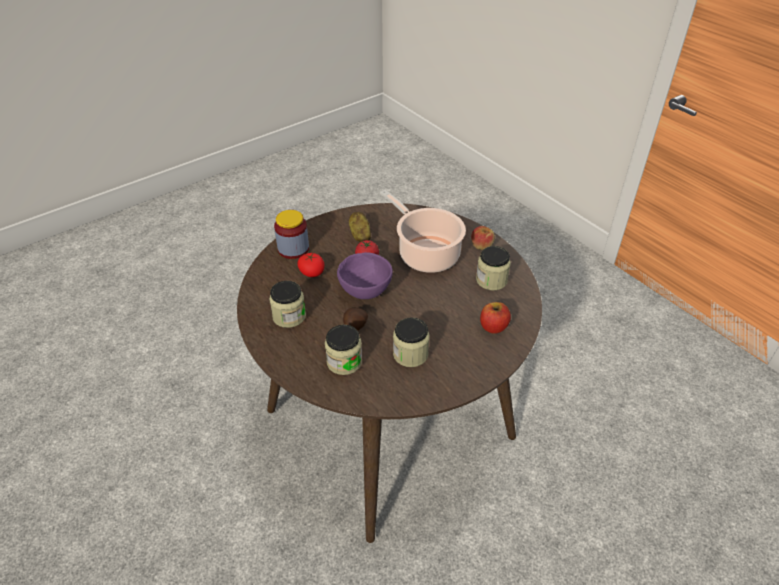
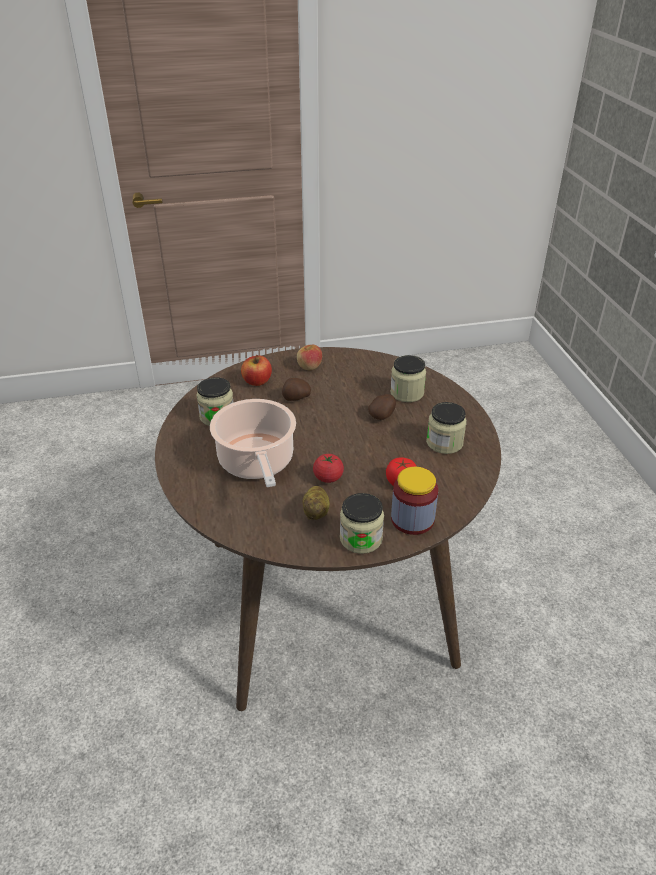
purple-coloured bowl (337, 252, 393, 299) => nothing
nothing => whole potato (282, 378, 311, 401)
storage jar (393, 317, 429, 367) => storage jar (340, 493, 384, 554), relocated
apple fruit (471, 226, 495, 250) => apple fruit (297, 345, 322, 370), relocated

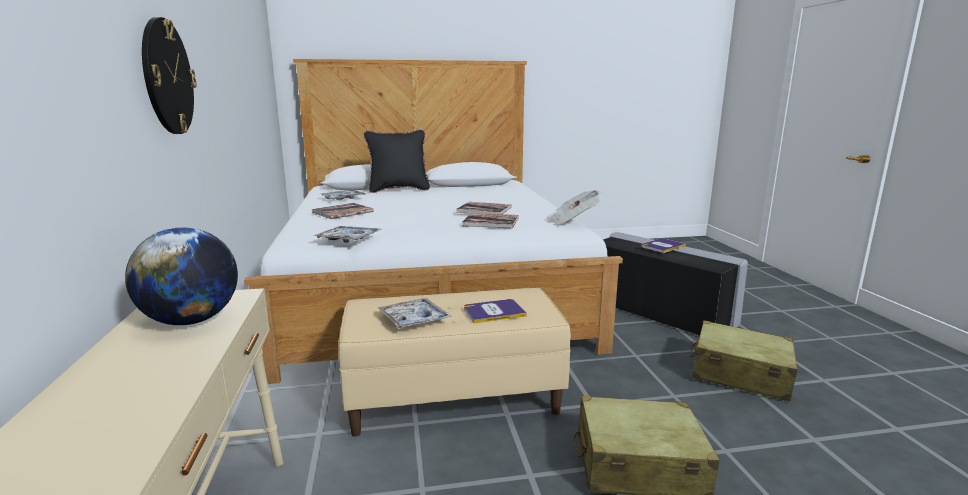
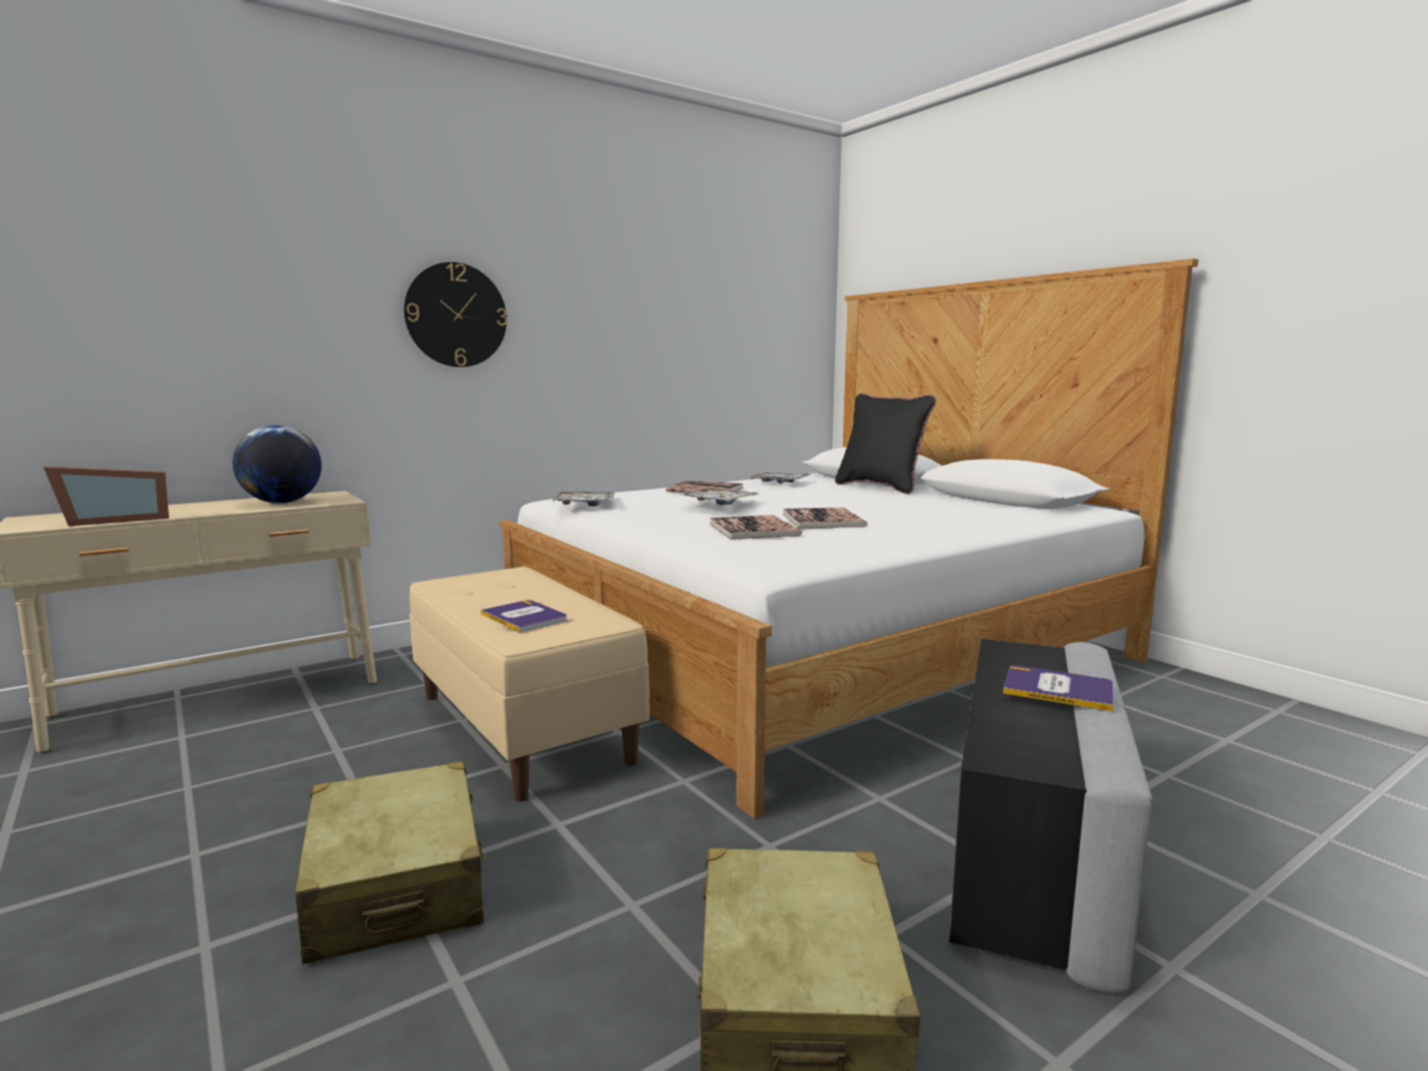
printed paper (544, 190, 601, 224) => nothing
nothing => picture frame (43, 466, 169, 526)
tray (377, 298, 452, 329) => tray (679, 488, 759, 505), relocated

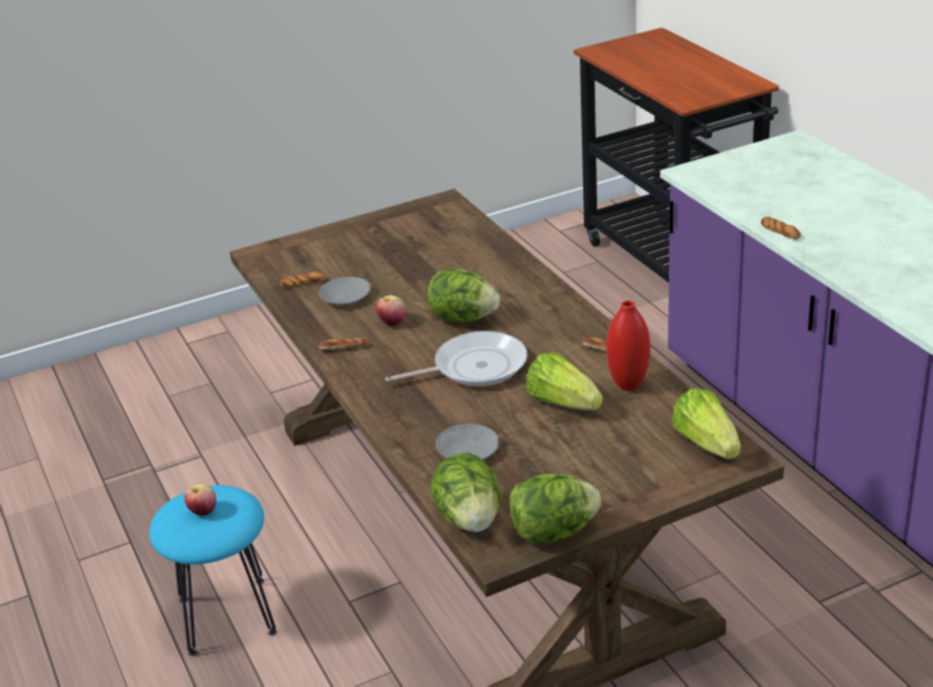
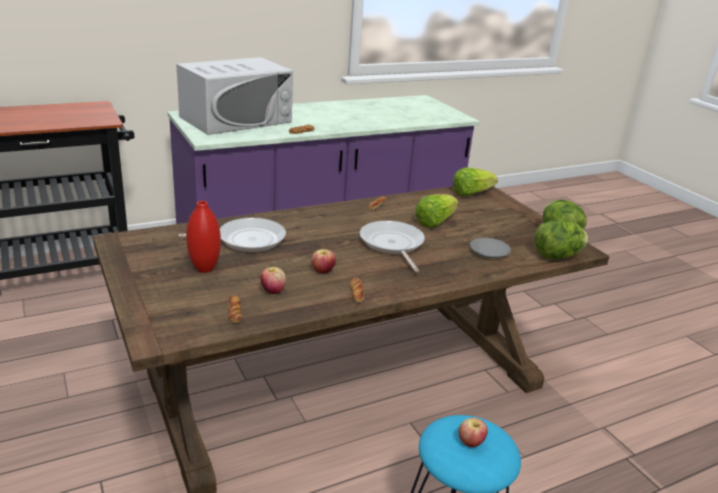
lettuce head (428, 269, 500, 322) => nothing
nothing => white microwave oven (176, 57, 293, 135)
nothing => skillet (179, 218, 286, 252)
red-coloured decorative vase (607, 300, 650, 391) => red-coloured decorative vase (186, 201, 221, 273), relocated
grey plate (319, 277, 371, 305) => apple fruit (260, 267, 286, 294)

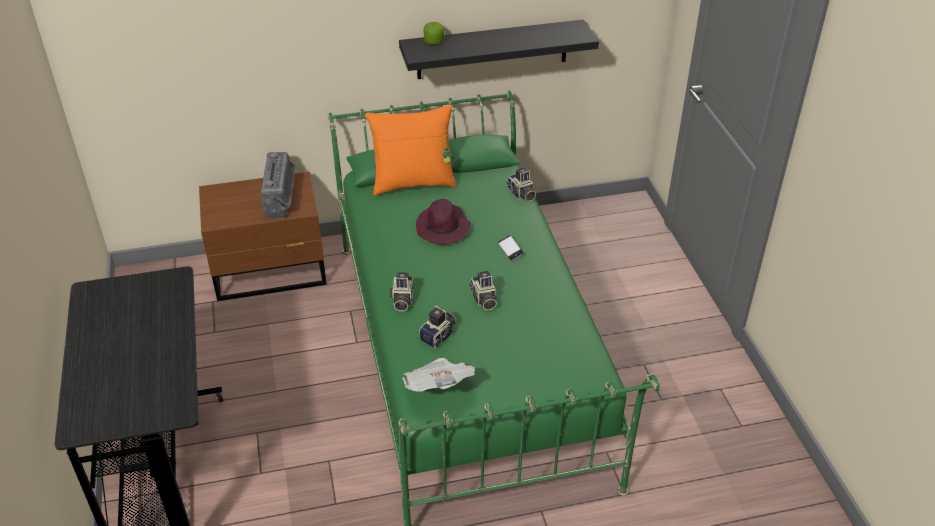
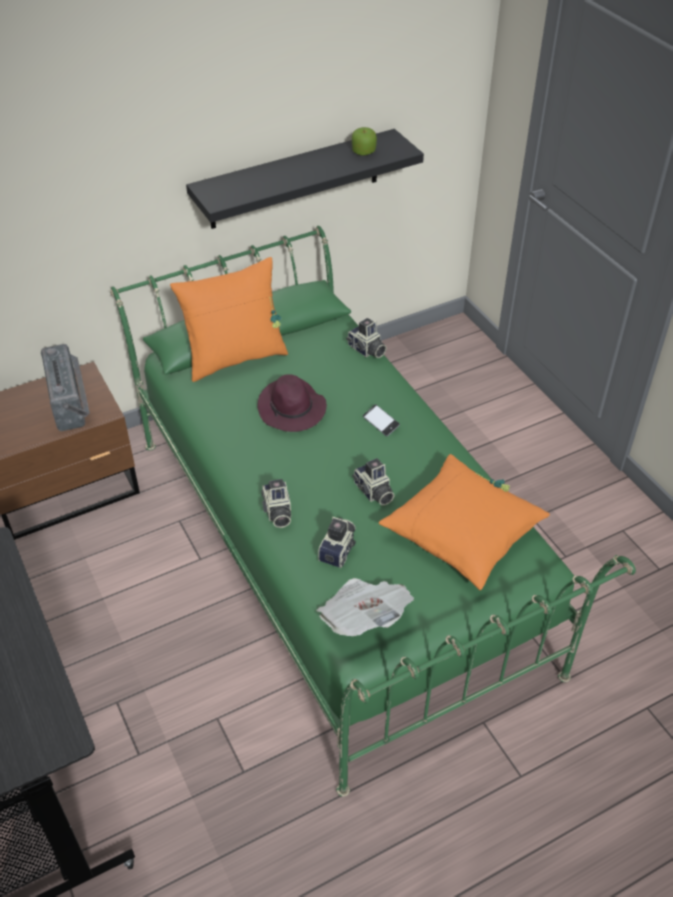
nothing => orange-coloured pillow (379, 454, 550, 590)
apple fruit (424, 22, 445, 45) => apple fruit (352, 127, 377, 156), relocated

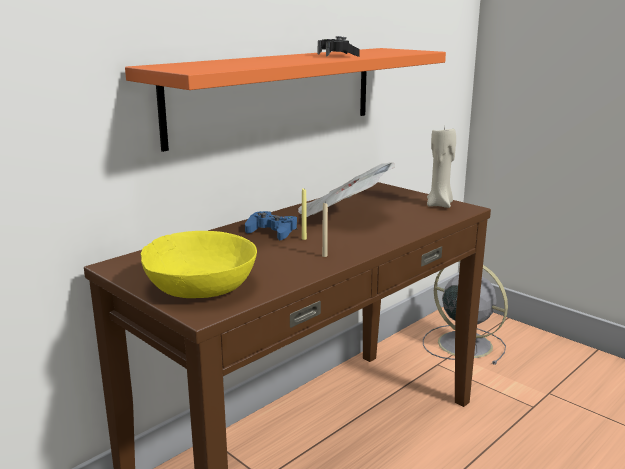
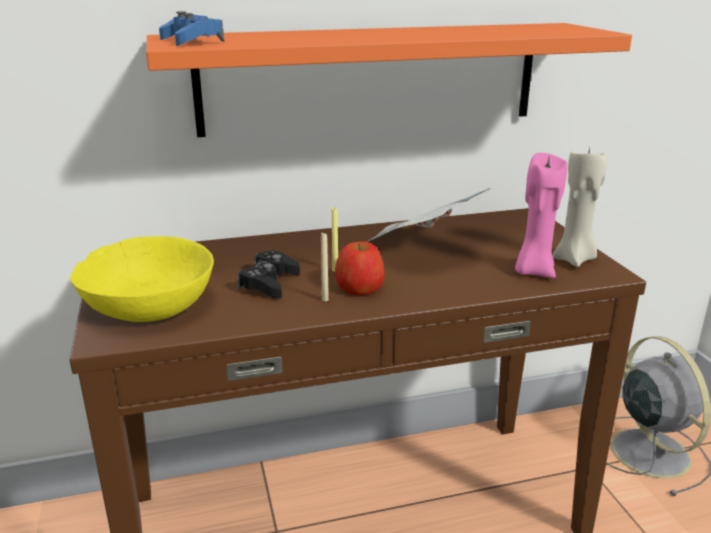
nothing => apple fruit (335, 242, 384, 295)
nothing => pink candle (515, 153, 567, 278)
blue game controller (245, 211, 297, 240) => blue game controller (159, 11, 224, 46), relocated
black-coloured game controller (317, 36, 360, 57) => black-coloured game controller (238, 251, 300, 299), relocated

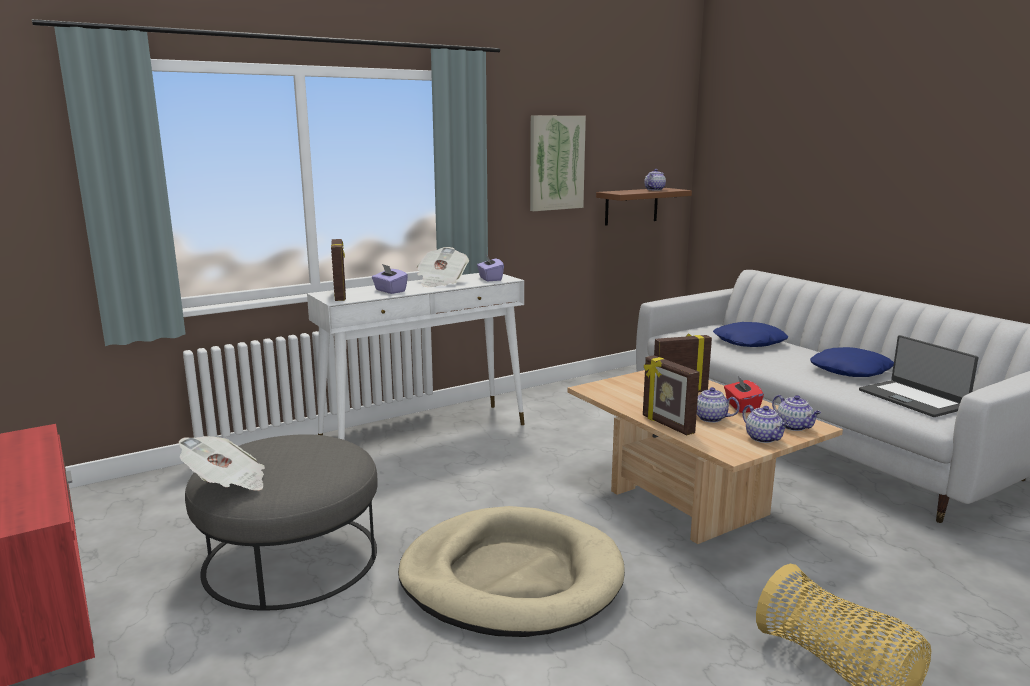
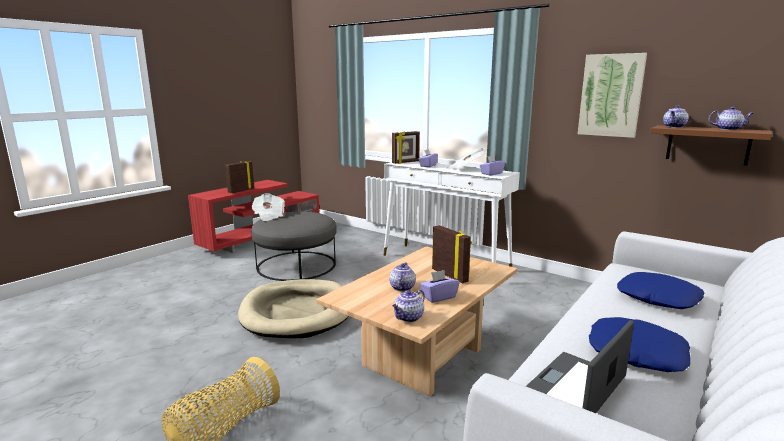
picture frame (643, 355, 700, 435) => picture frame (225, 161, 254, 193), relocated
teapot (742, 405, 789, 443) => teapot (663, 105, 689, 128), relocated
red-coloured tissue holder (724, 376, 764, 413) => purple-coloured tissue holder (420, 270, 460, 303)

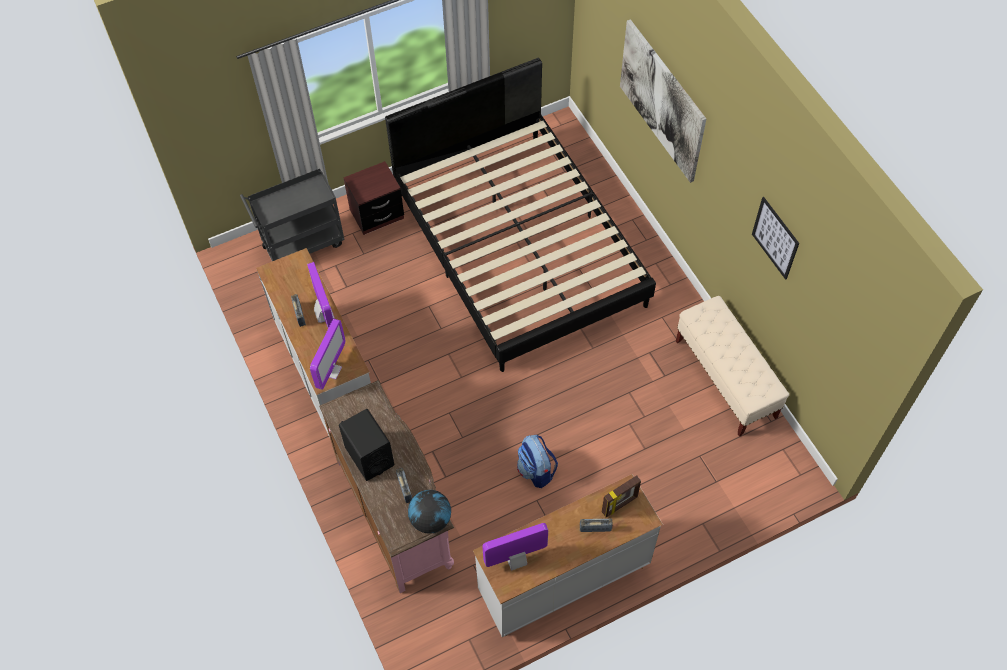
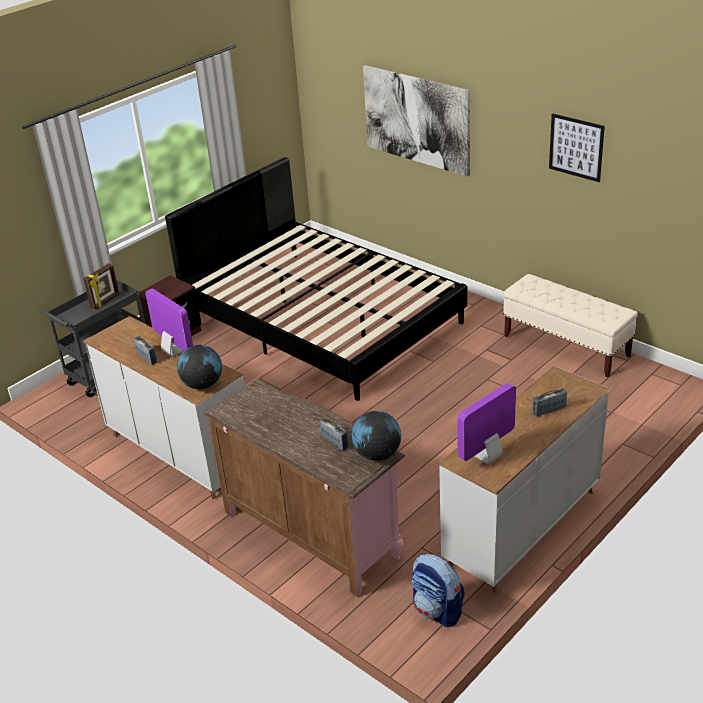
black-coloured loudspeaker (339, 409, 394, 481) => nothing
knapsack (517, 435, 558, 488) => knapsack (412, 554, 464, 627), relocated
picture frame (602, 475, 641, 517) => picture frame (83, 263, 119, 310), relocated
computer display (310, 319, 346, 390) => desk globe (177, 345, 222, 389)

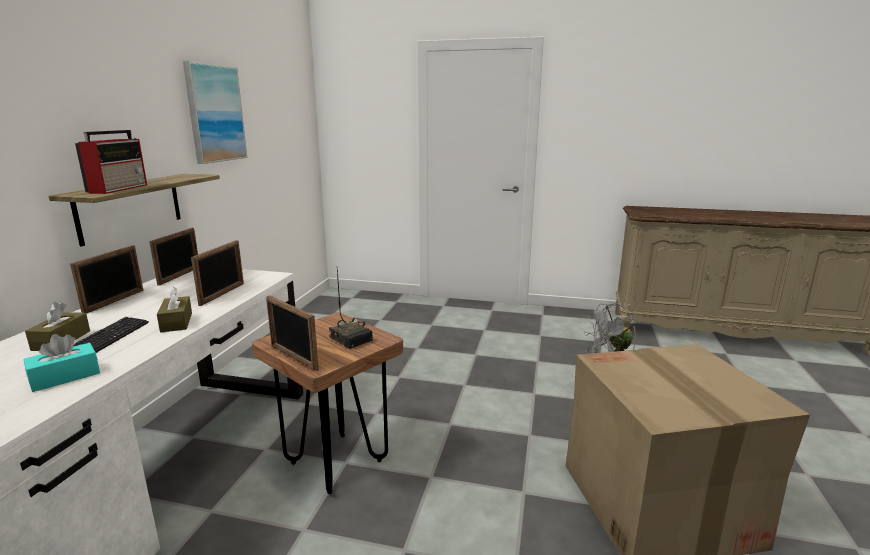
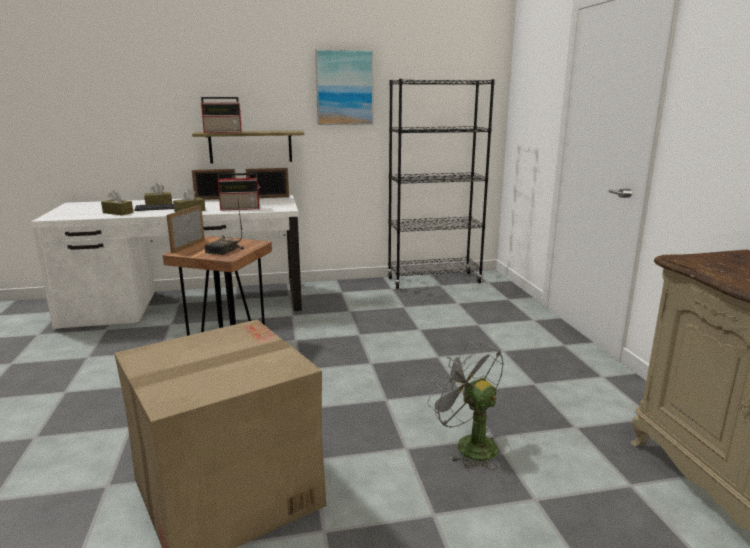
nothing => black-coloured bookshelf (387, 79, 495, 289)
picture frame (191, 240, 244, 306) => radio set (218, 173, 260, 211)
blue-green tissue holder (23, 334, 100, 392) => brown-coloured tissue holder (101, 190, 134, 215)

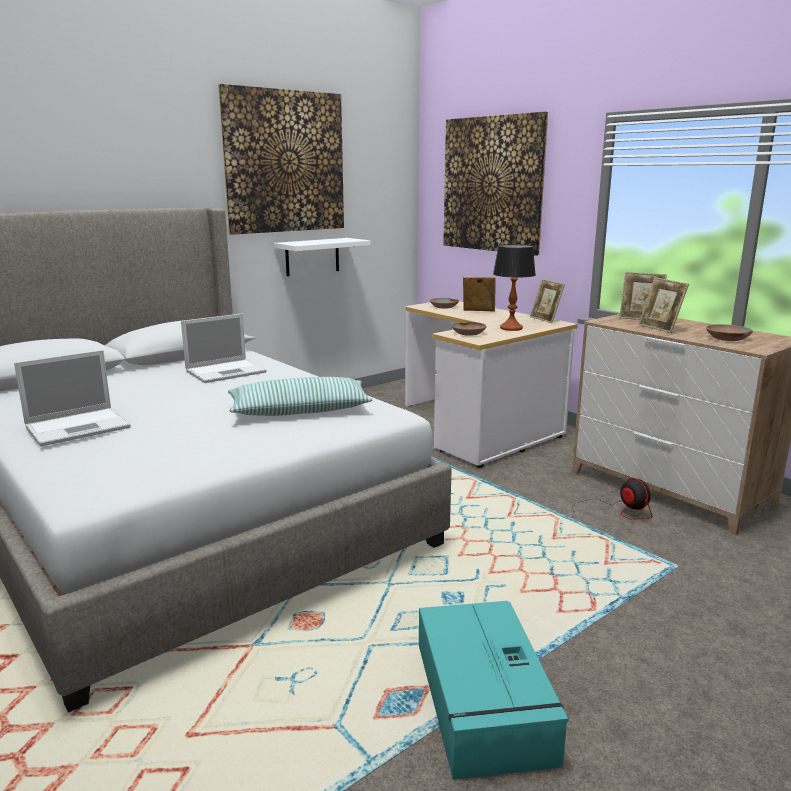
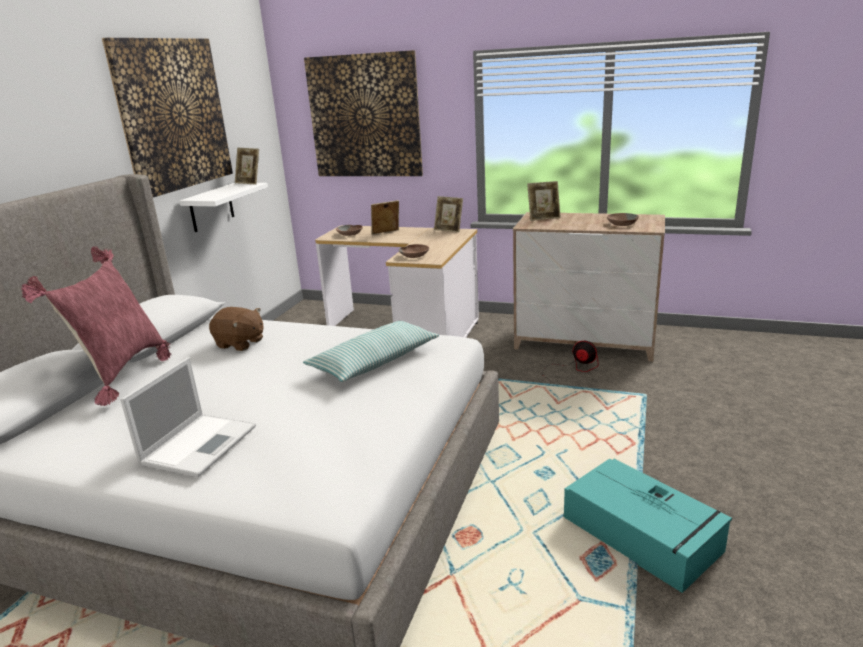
tabletop lamp (493, 244, 536, 331) => nothing
nothing => red-coloured pillow (20, 246, 172, 406)
picture frame (638, 277, 689, 333) => picture frame (235, 148, 259, 185), relocated
laptop (181, 313, 266, 383) => brown-coloured soft toy (209, 307, 264, 351)

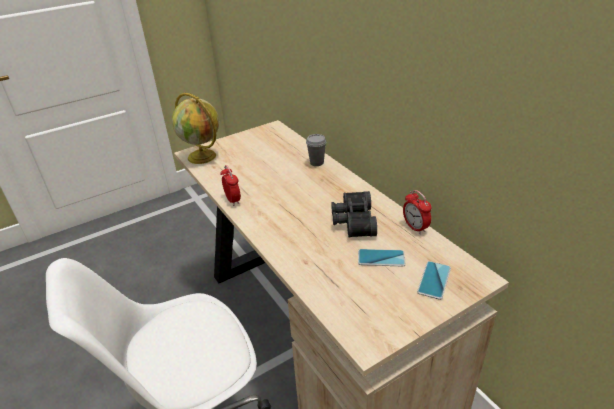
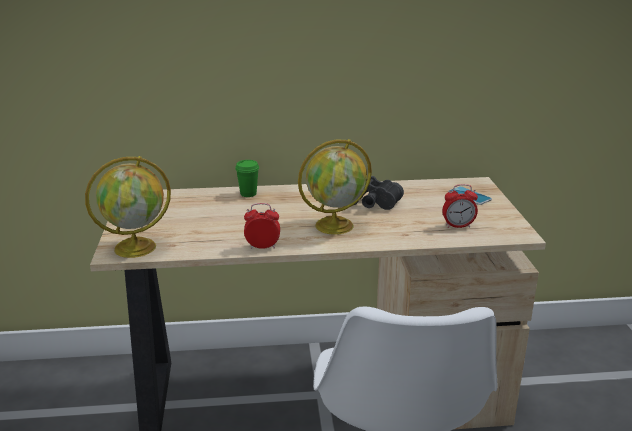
telephone (358, 249, 406, 267) => nothing
nothing => desk globe (298, 139, 372, 235)
alarm clock (403, 190, 431, 234) => alarm clock (442, 184, 478, 228), relocated
grey cup (306, 134, 326, 166) => green-coloured cup (235, 160, 259, 197)

